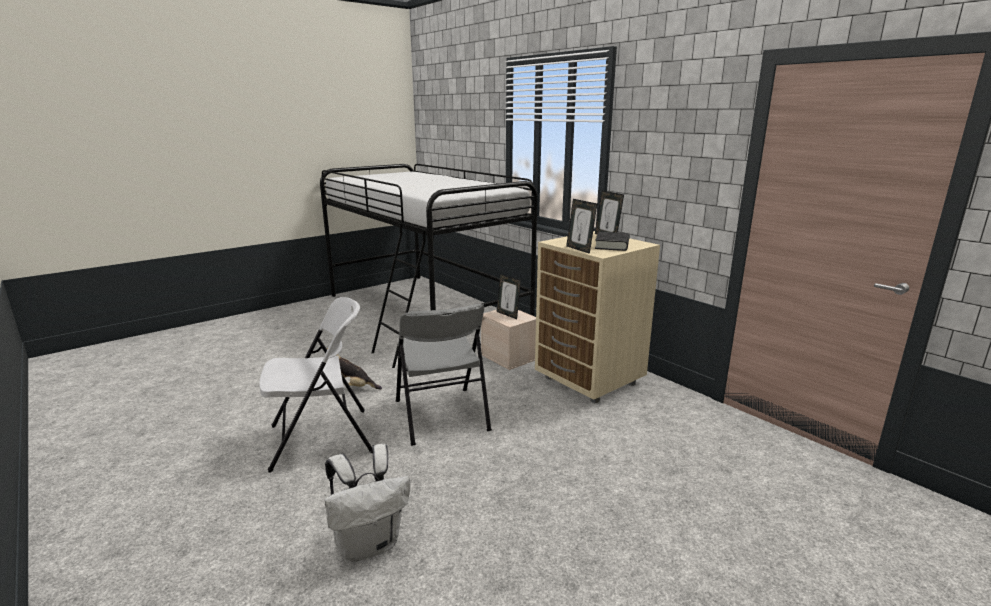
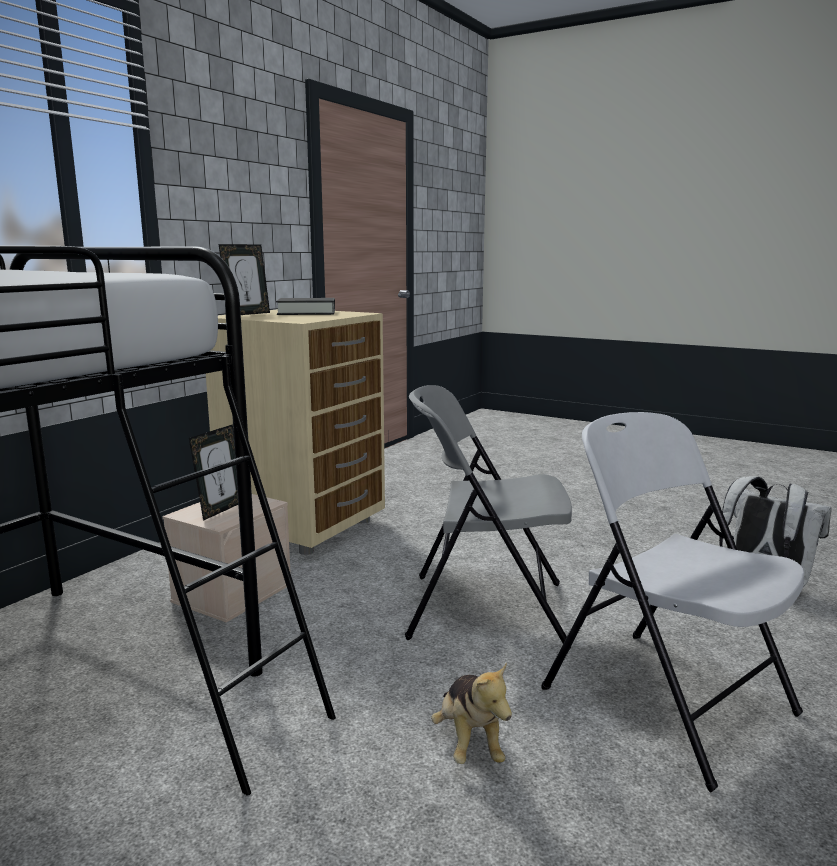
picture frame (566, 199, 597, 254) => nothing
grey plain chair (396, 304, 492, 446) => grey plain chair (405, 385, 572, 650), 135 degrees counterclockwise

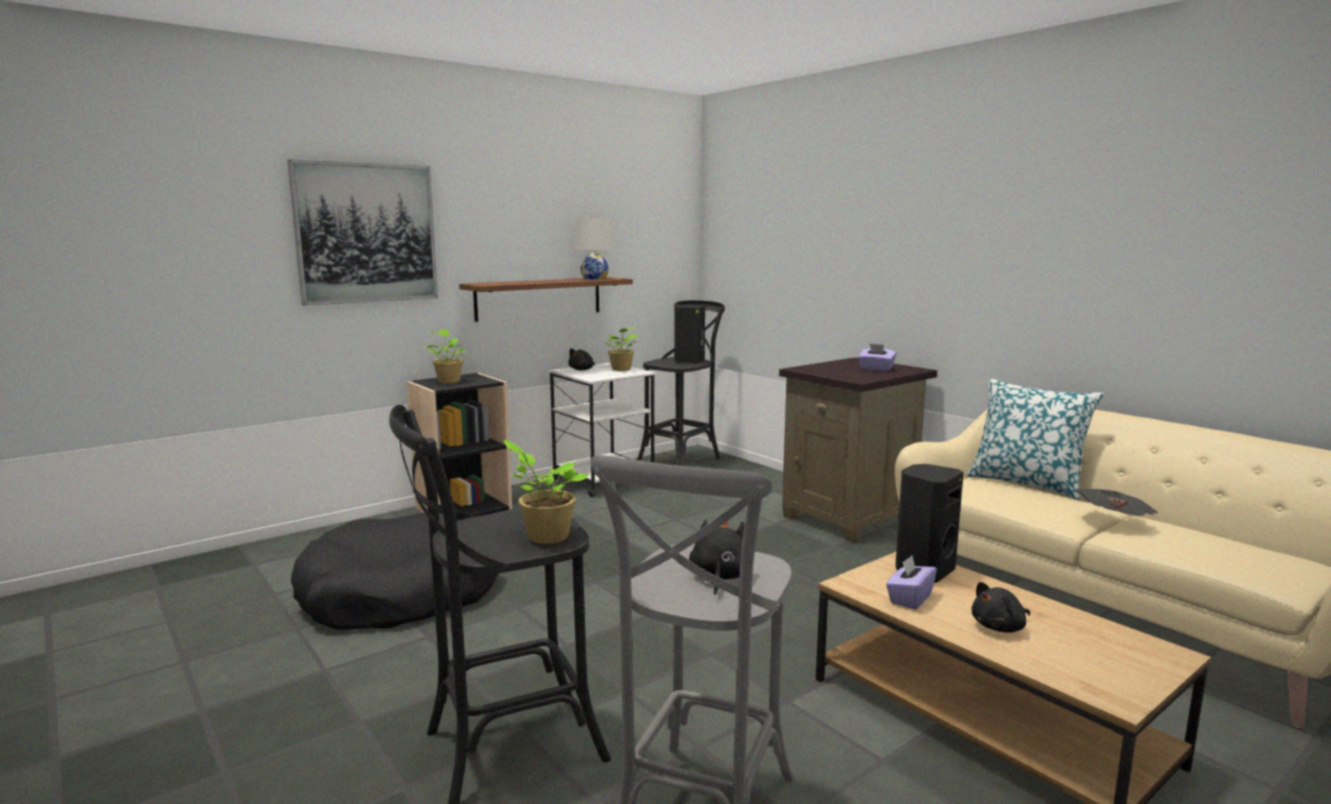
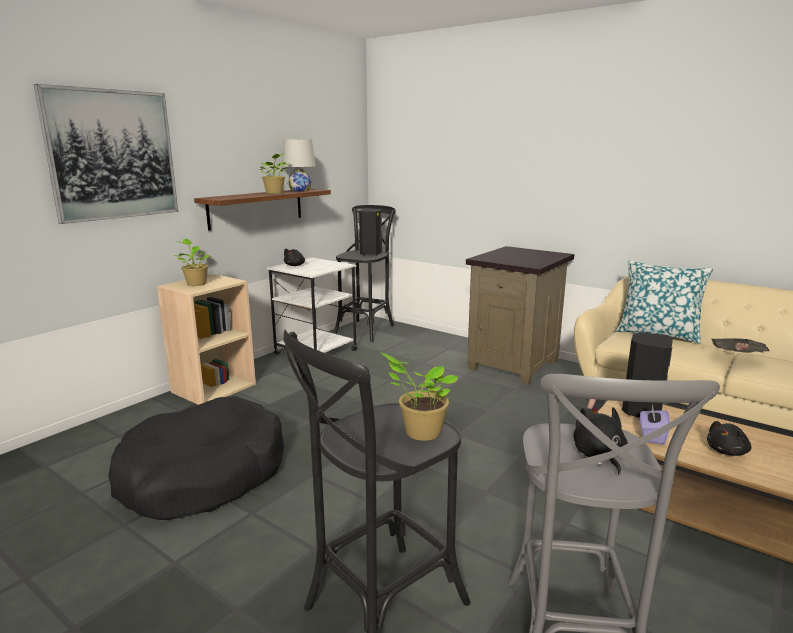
purple-coloured tissue holder (858, 344, 896, 371) => nothing
houseplant (604, 326, 640, 371) => houseplant (259, 153, 288, 194), relocated
black-coloured bookshelf (407, 373, 512, 516) => beige bookshelf (157, 274, 256, 405)

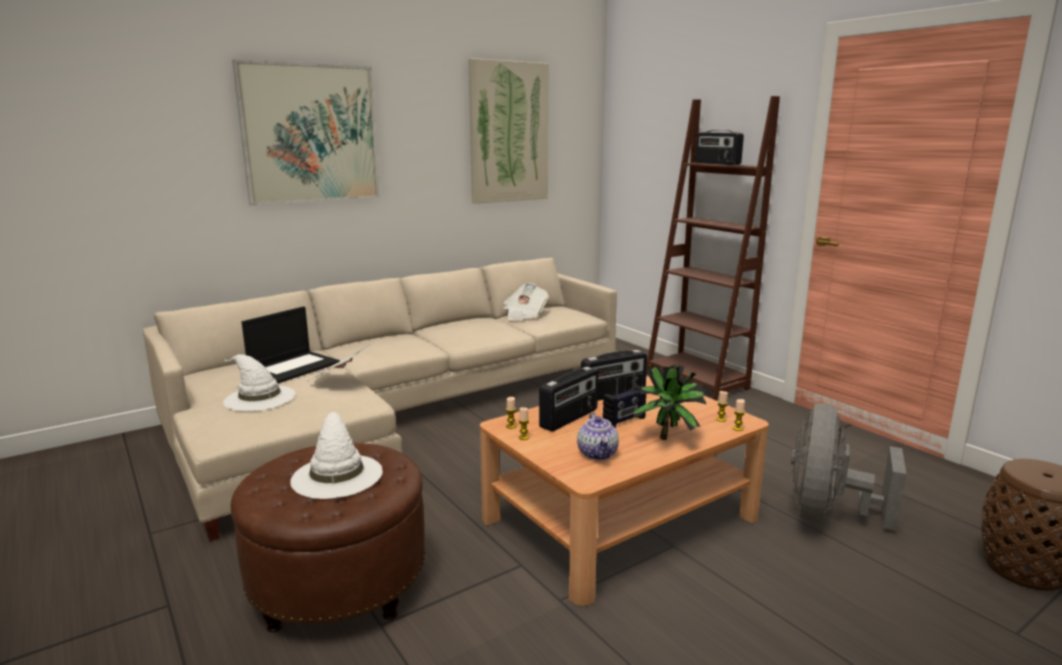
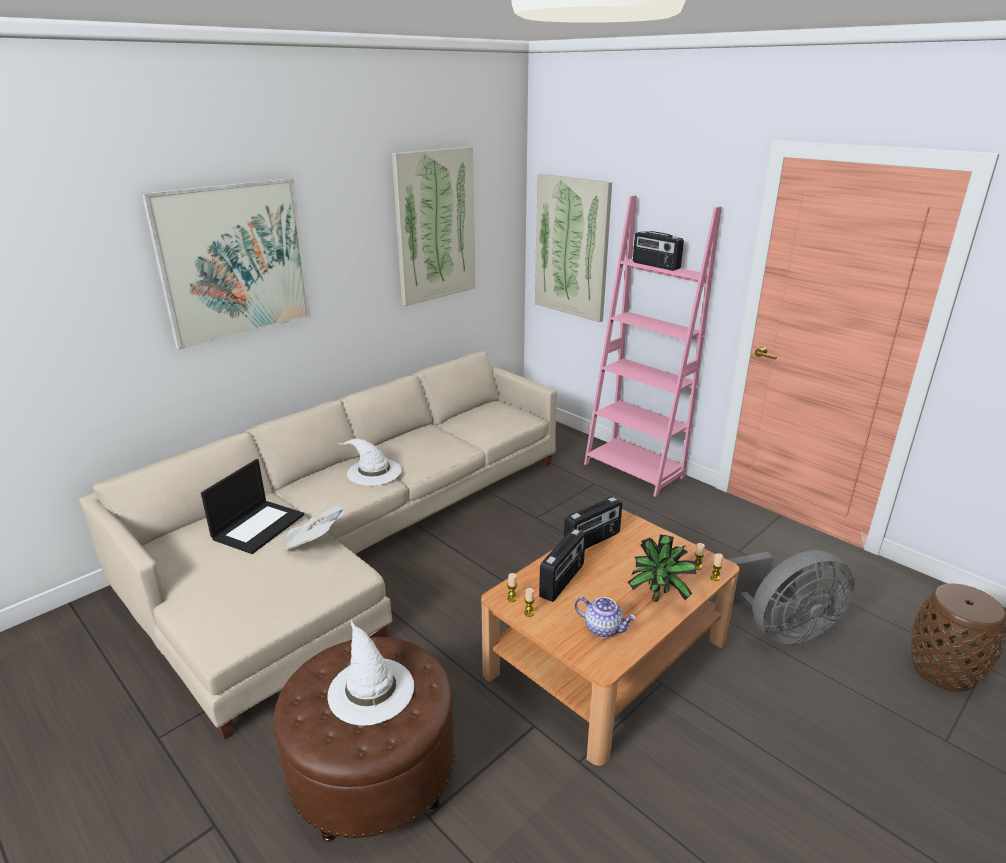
printed paper (503, 283, 549, 321) => nothing
radio set (603, 373, 646, 428) => nothing
nothing => picture (535, 174, 612, 322)
white wearable hat (223, 354, 295, 411) => white wearable hat (339, 439, 402, 486), relocated
brown-coloured bookshelf (646, 96, 780, 400) => pink bookshelf (584, 195, 722, 497)
teapot (577, 413, 619, 460) => teapot (574, 597, 636, 638), 45 degrees counterclockwise
grey cooling fan (791, 403, 906, 531) => grey cooling fan (727, 550, 855, 644), 120 degrees counterclockwise

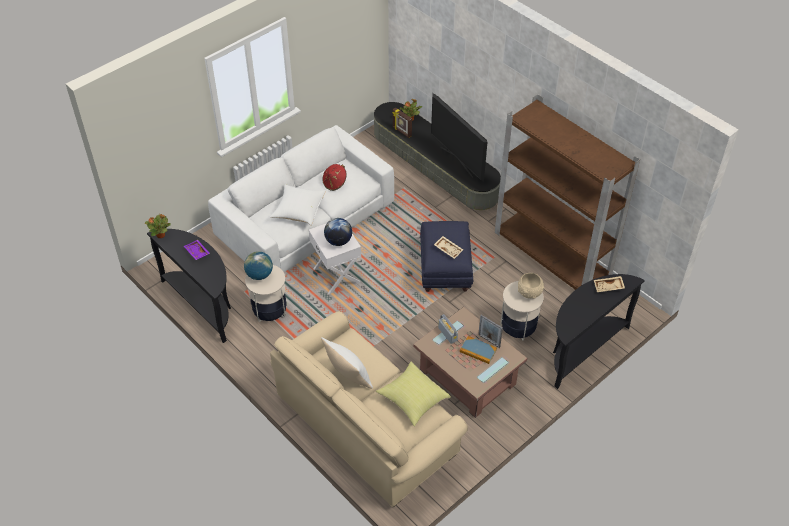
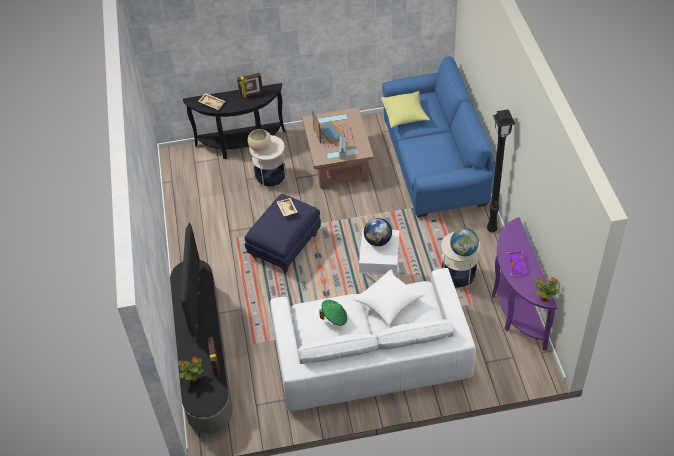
white pillow (321, 337, 373, 389) => nothing
brown-coloured bookshelf (495, 94, 640, 290) => nothing
nothing => picture frame (237, 73, 263, 98)
nothing => black-coloured standing lamp (487, 109, 515, 233)
black-coloured narrow table (147, 229, 231, 343) => purple-coloured narrow table (492, 217, 558, 351)
beige sofa (270, 311, 468, 507) => blue sofa (382, 56, 495, 217)
red-coloured wearable hat (323, 164, 347, 191) => green-coloured wearable hat (319, 300, 347, 326)

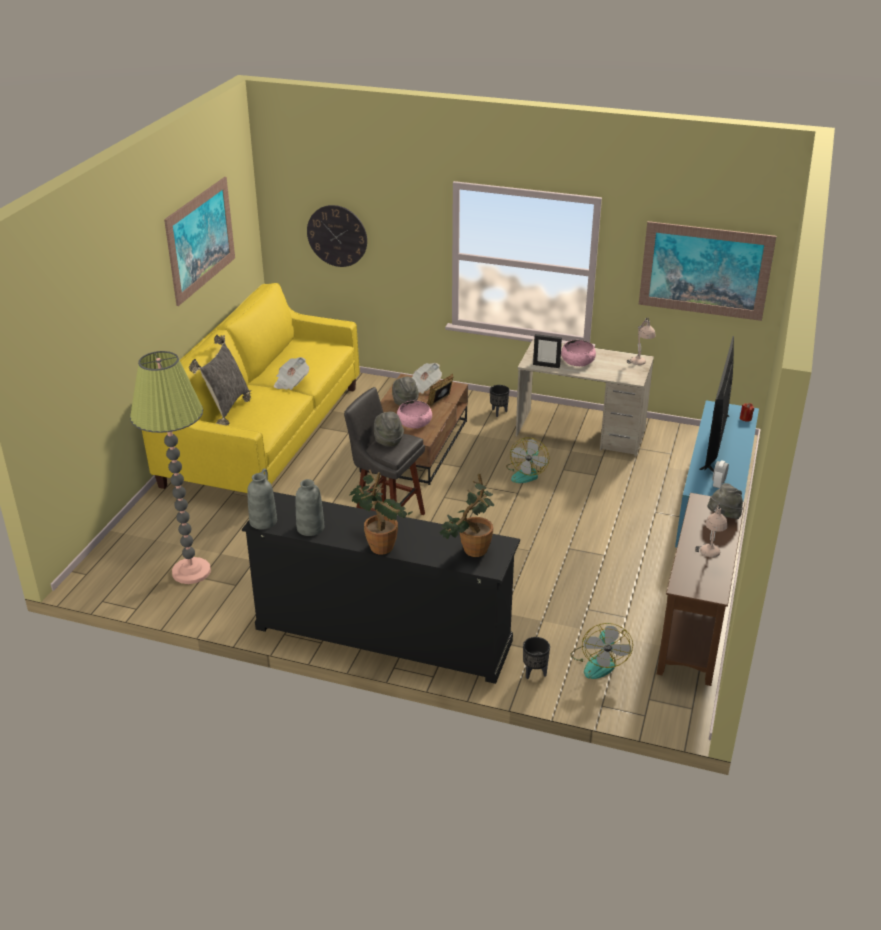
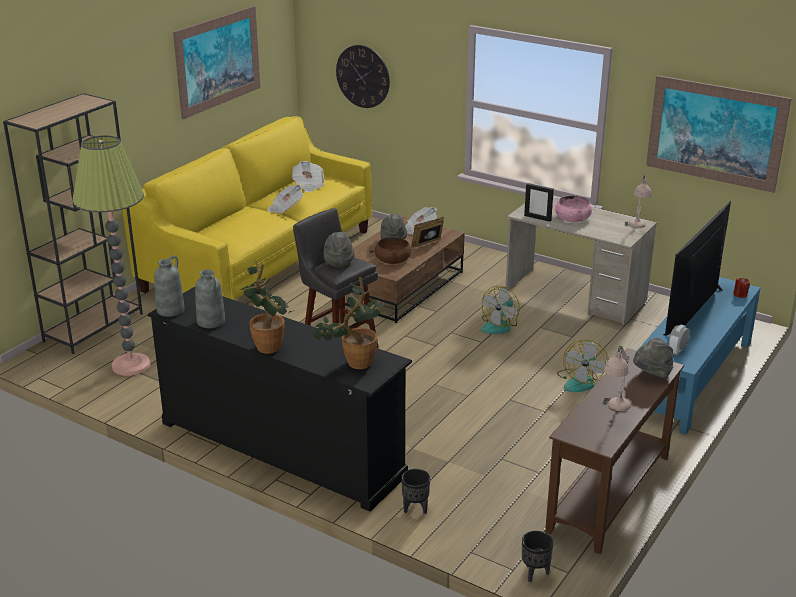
pillow (189, 335, 252, 425) => nothing
nothing => bookshelf (3, 93, 143, 354)
nothing => printed paper (292, 161, 324, 192)
black-coloured plant pot (490, 385, 509, 417) => black-coloured plant pot (522, 531, 554, 582), relocated
cooling fan (570, 623, 633, 679) => cooling fan (557, 340, 609, 392), relocated
pink bowl (397, 400, 432, 429) => brown-coloured bowl (375, 237, 411, 264)

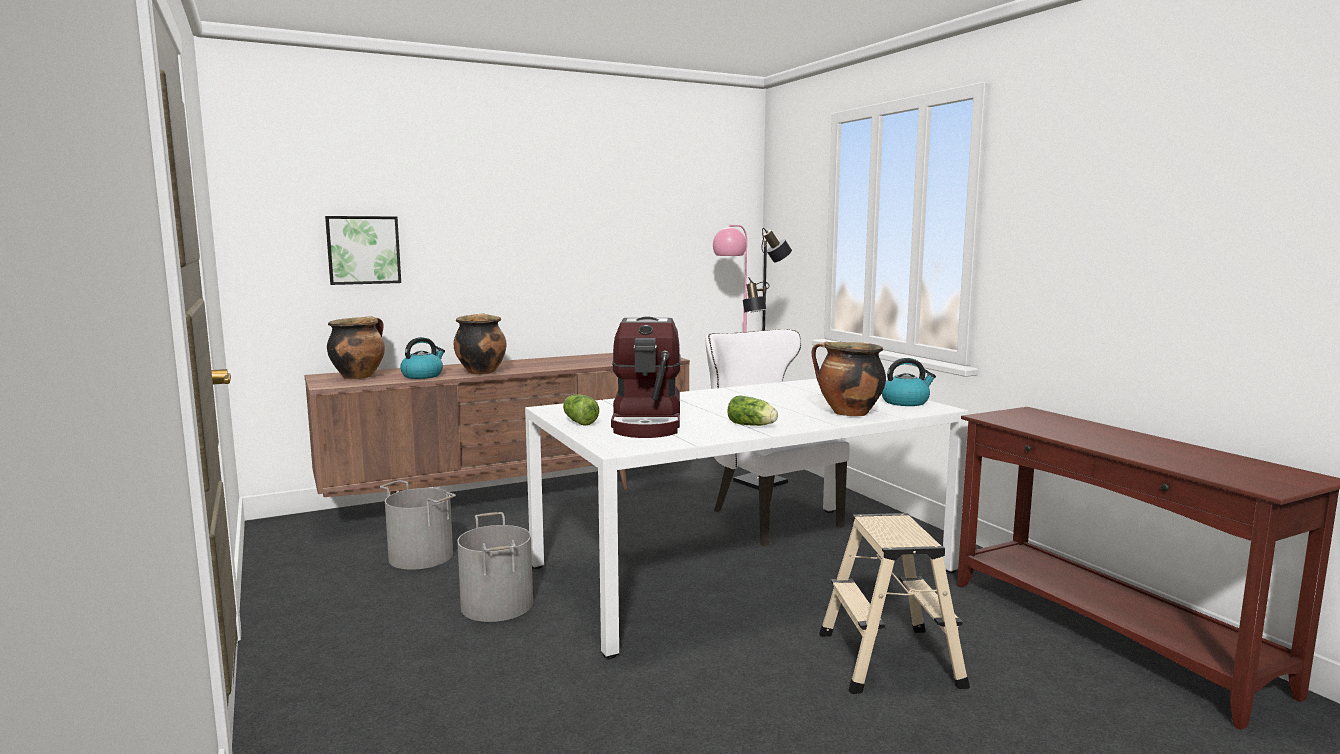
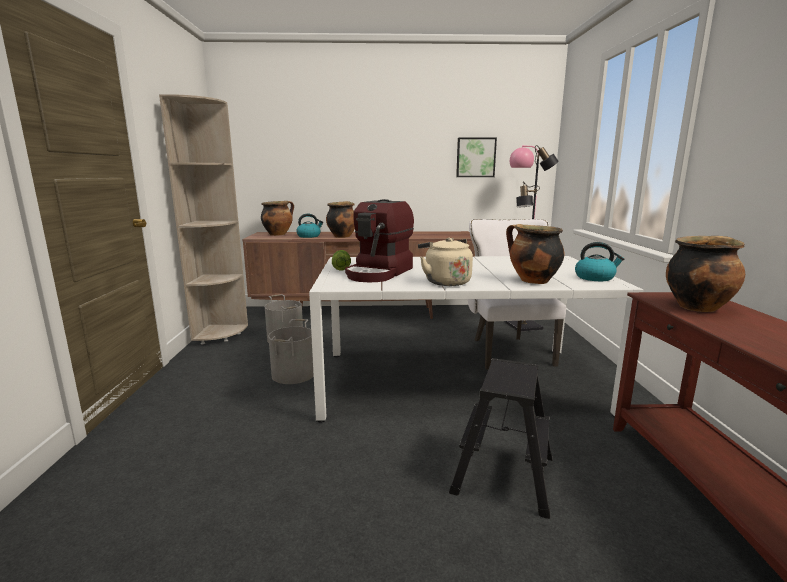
nothing => beige bookshelf (159, 94, 248, 344)
nothing => stockpot (666, 236, 745, 312)
picture (325, 216, 401, 285) => picture (456, 137, 497, 177), relocated
lettuce head (727, 395, 778, 426) => beige tea kettle (418, 238, 473, 286)
beige step ladder (819, 513, 970, 694) => black-coloured step ladder (449, 358, 552, 519)

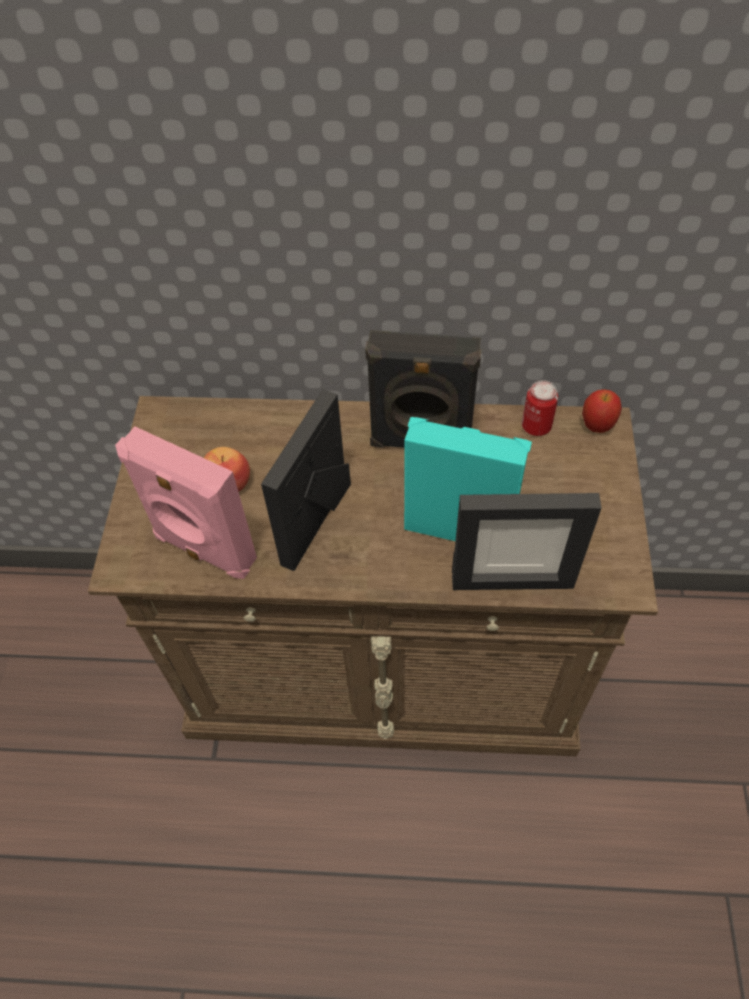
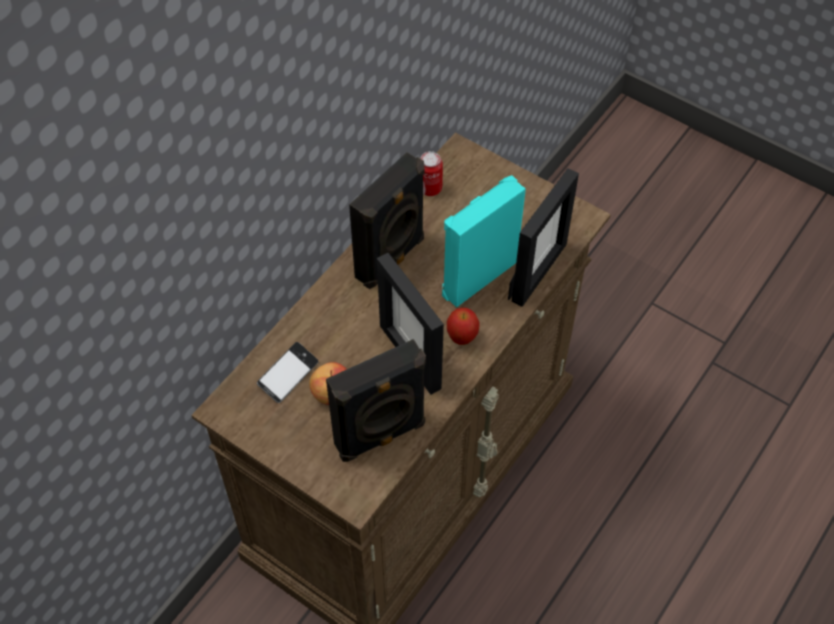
nothing => telephone (257, 342, 318, 403)
apple fruit (582, 389, 622, 433) => apple fruit (447, 307, 480, 345), relocated
pink loudspeaker (115, 426, 257, 579) => black-coloured loudspeaker (326, 339, 426, 462)

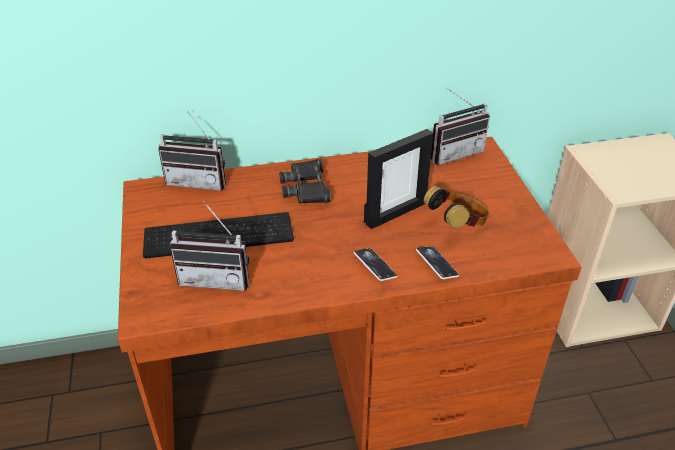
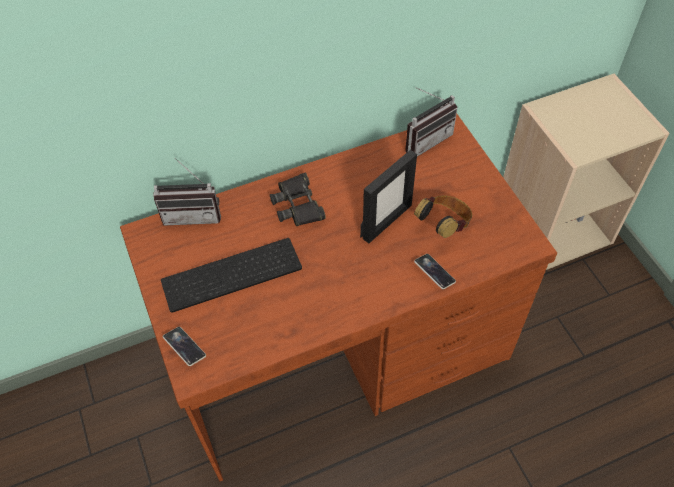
radio set (170, 201, 249, 291) => nothing
telephone (353, 248, 397, 281) => telephone (163, 327, 206, 366), relocated

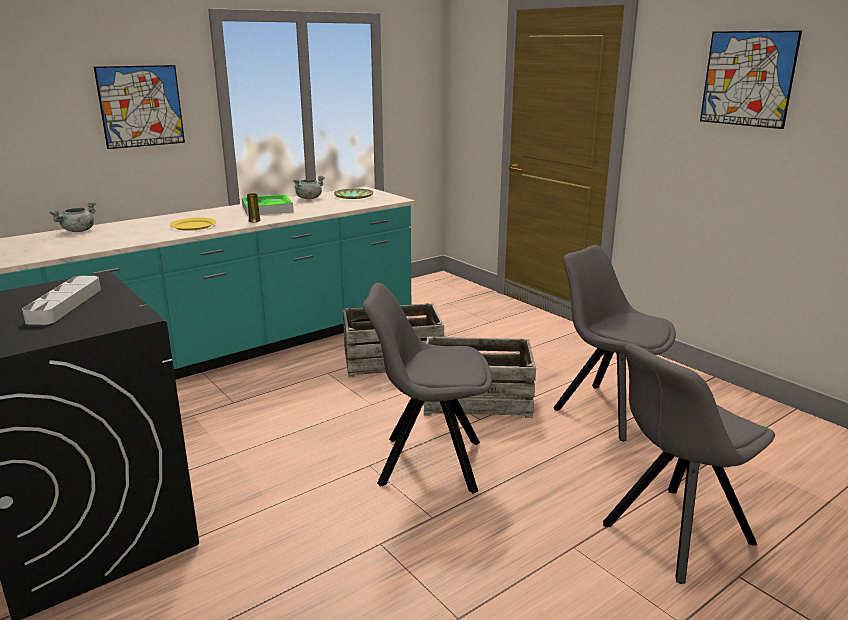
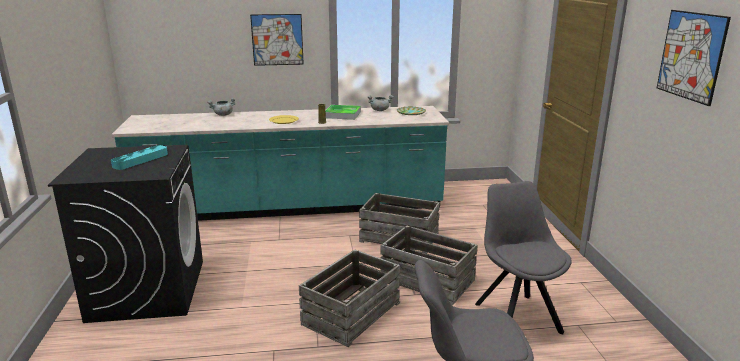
grey plain chair (363, 283, 492, 494) => packing crate (299, 249, 400, 347)
grey tray (22, 276, 101, 325) => blue-green tray (111, 145, 168, 170)

